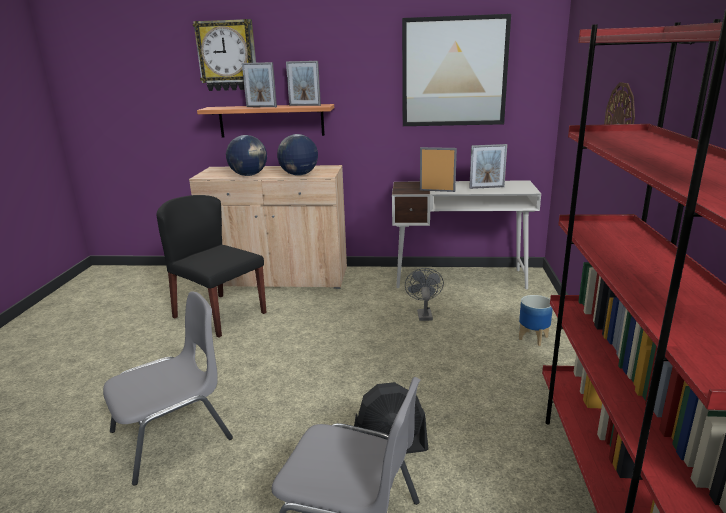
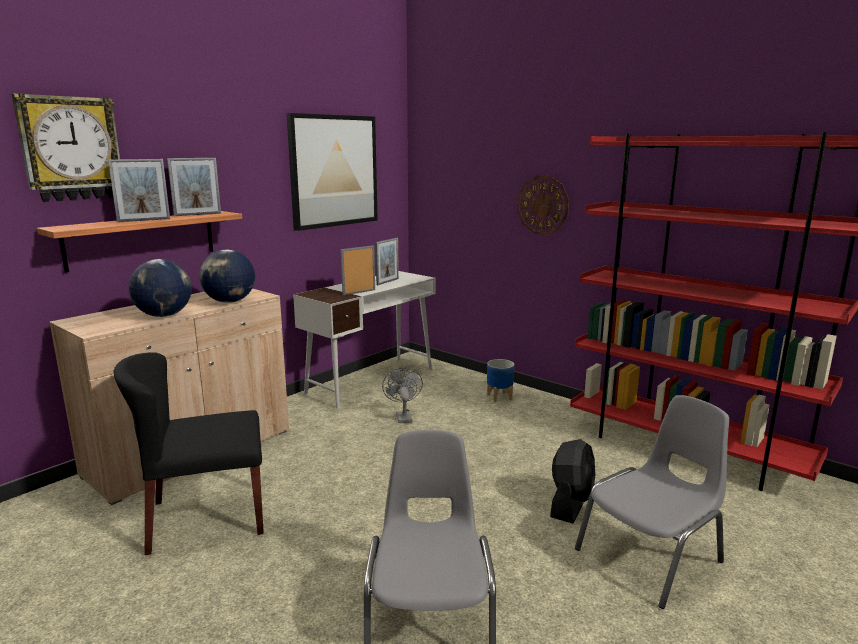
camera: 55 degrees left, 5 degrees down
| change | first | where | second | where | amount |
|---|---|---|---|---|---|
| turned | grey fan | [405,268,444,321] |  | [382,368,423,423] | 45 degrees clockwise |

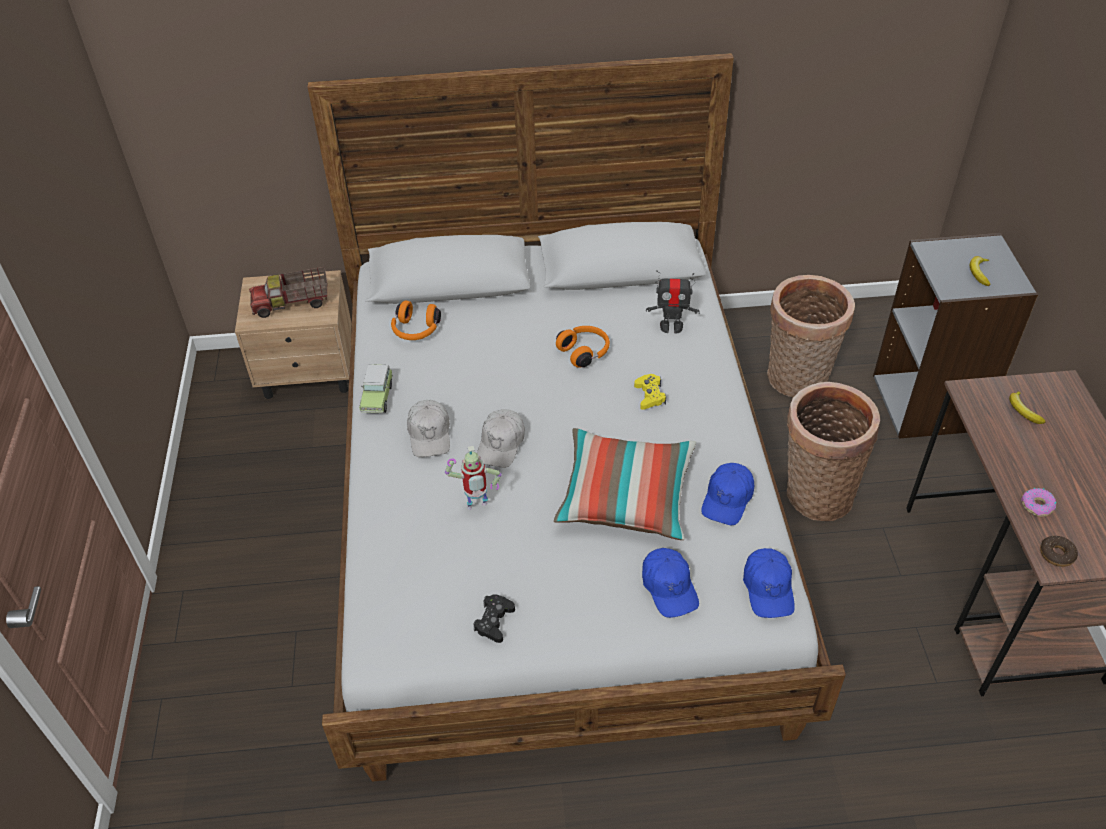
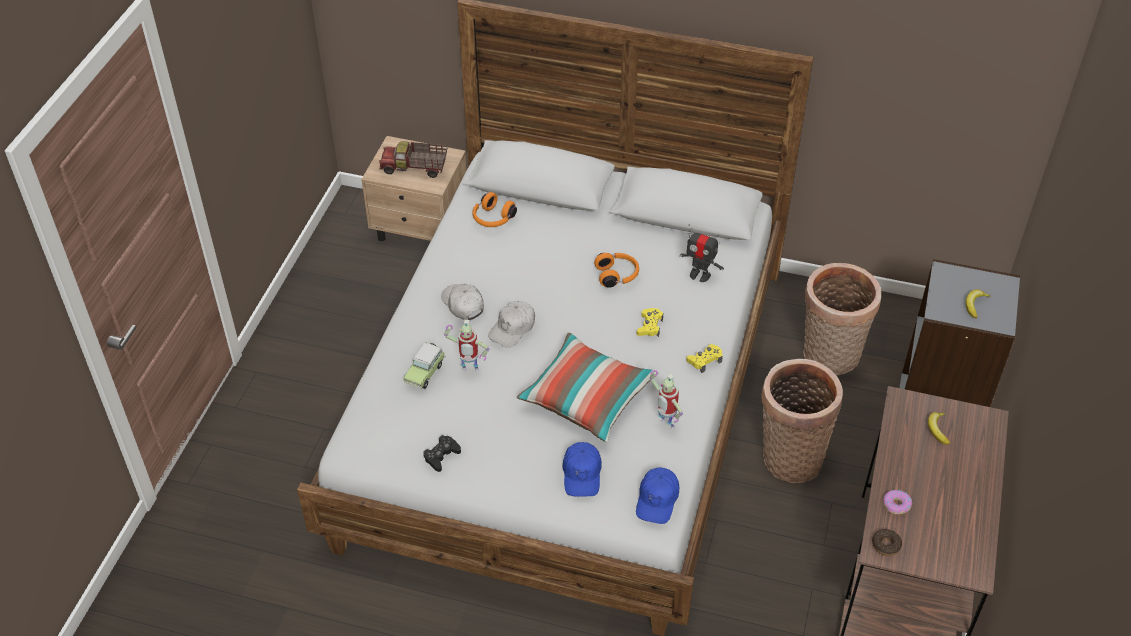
camera: 20 degrees right, 0 degrees up
| change | first | where | second | where | amount |
|---|---|---|---|---|---|
| moved | toy car | [359,364,393,413] |  | [403,342,445,389] |  |
| turned | white cap | [407,400,450,457] |  | [441,284,484,320] | 135 degrees clockwise |
| replaced | blue cap | [701,463,754,525] | toy robot | [650,370,683,430] |  |
| added |  |  | yellow game controller | [686,344,723,373] |  |

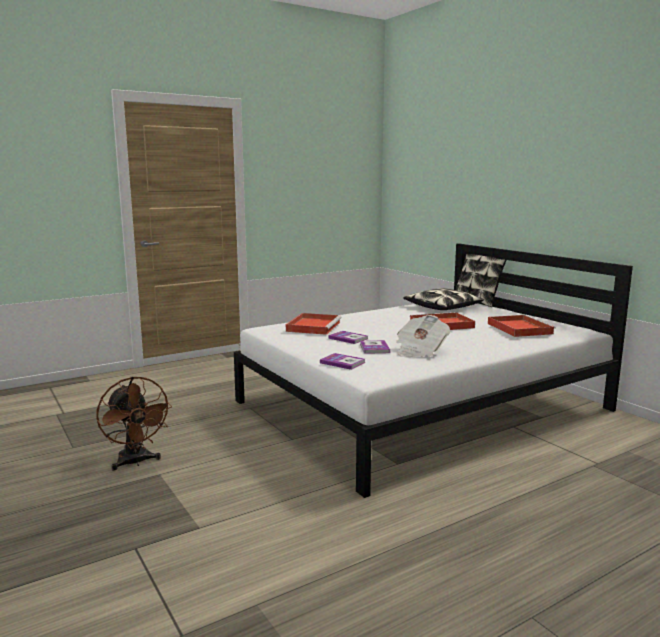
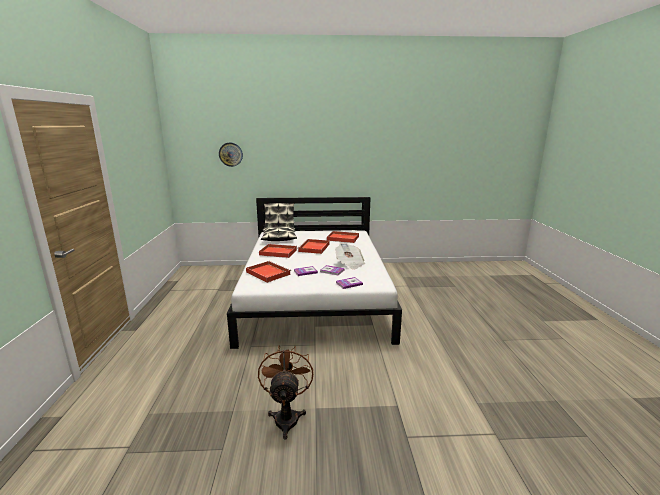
camera: 60 degrees left, 5 degrees up
| change | first | where | second | where | amount |
|---|---|---|---|---|---|
| turned | brown fan | [96,376,172,471] |  | [258,345,313,440] | 90 degrees counterclockwise |
| added |  |  | wall clock | [219,143,243,167] |  |
| added |  |  | red tray | [259,244,297,258] |  |

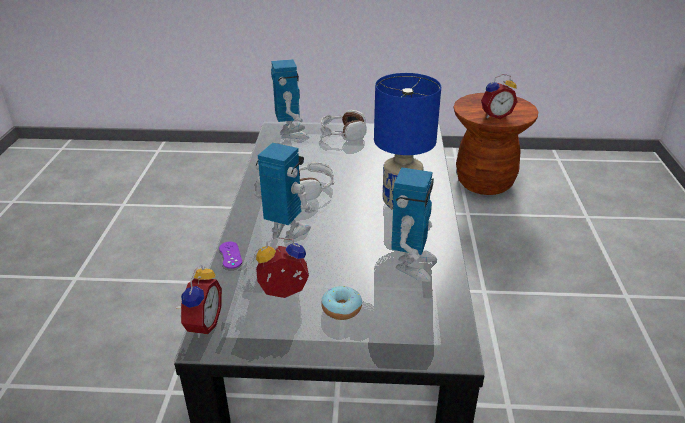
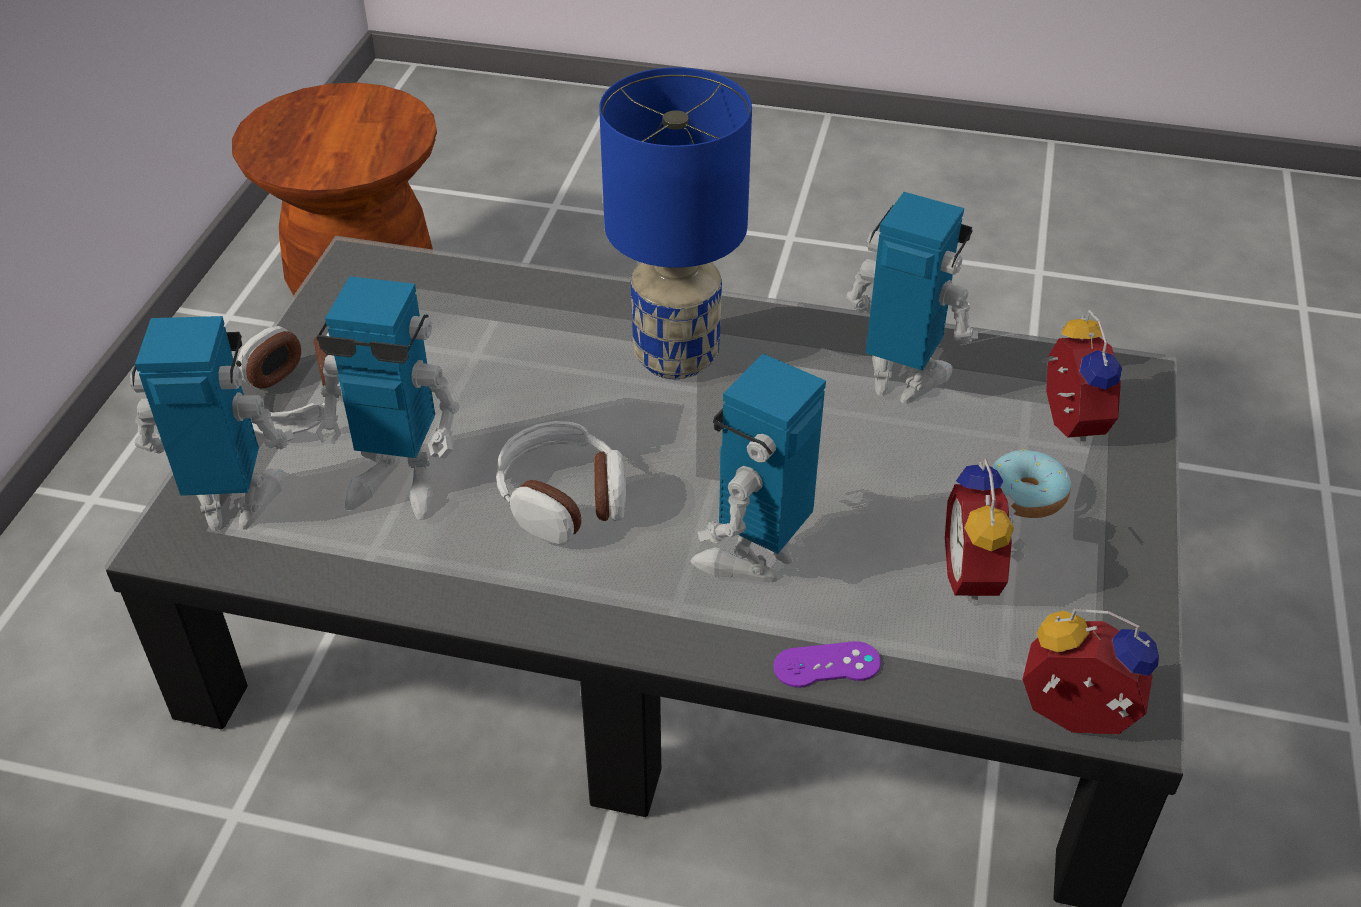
camera: 80 degrees left, 10 degrees up
| change | first | where | second | where | amount |
|---|---|---|---|---|---|
| moved | alarm clock | [481,74,517,119] |  | [1040,310,1122,446] |  |
| added |  |  | toy robot | [316,276,459,520] |  |

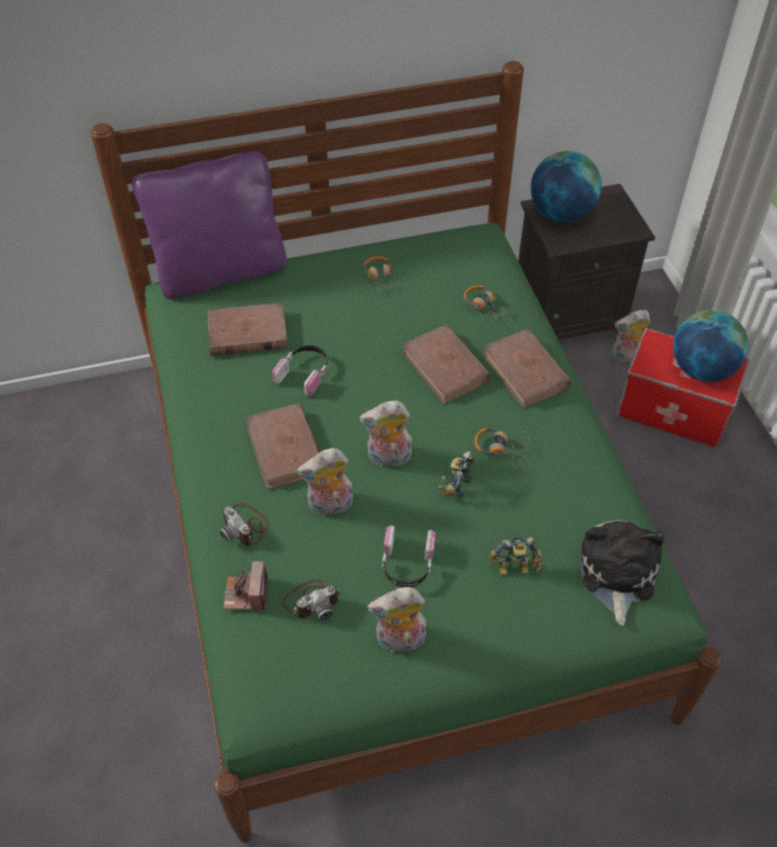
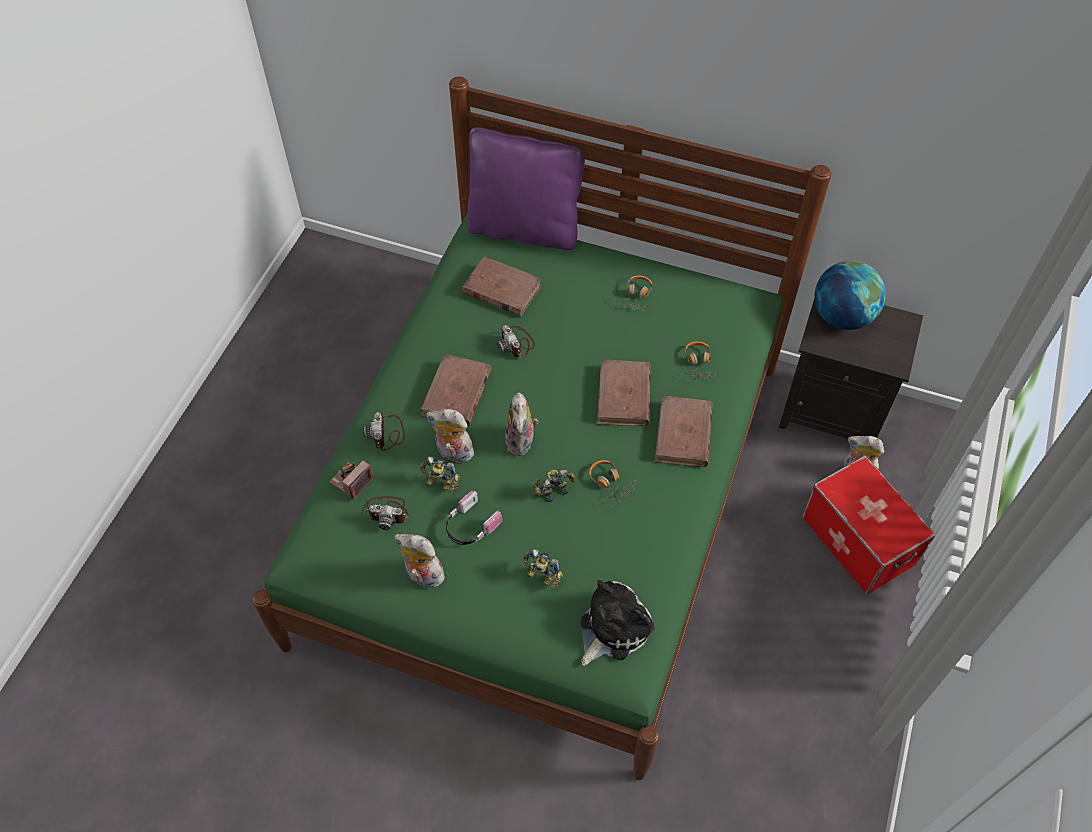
camera: 35 degrees right, 5 degrees up
| change | first | where | second | where | amount |
|---|---|---|---|---|---|
| removed | globe | [673,310,748,382] |  |  |  |
| replaced | headphones | [272,345,329,396] | photo camera | [497,325,535,358] |  |
| turned | plush toy | [359,401,412,467] |  | [505,393,539,456] | 120 degrees counterclockwise |
| added |  |  | toy robot | [420,457,460,491] |  |

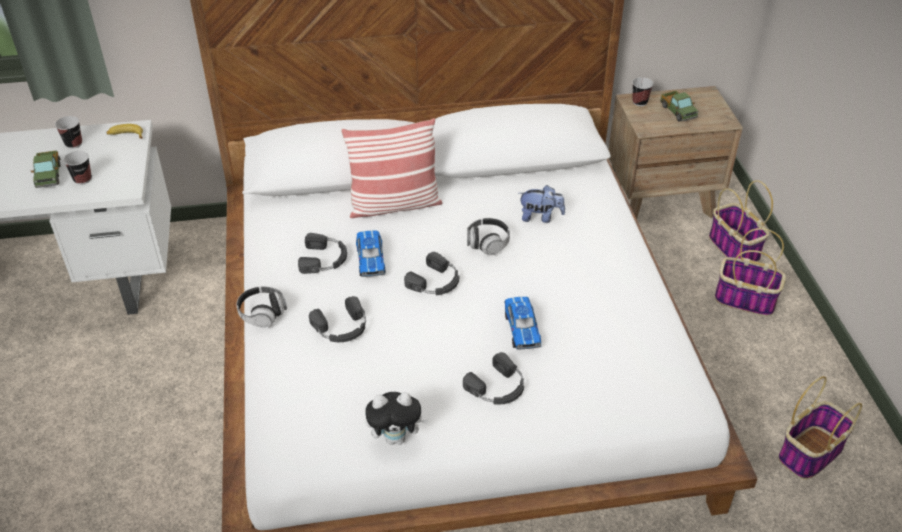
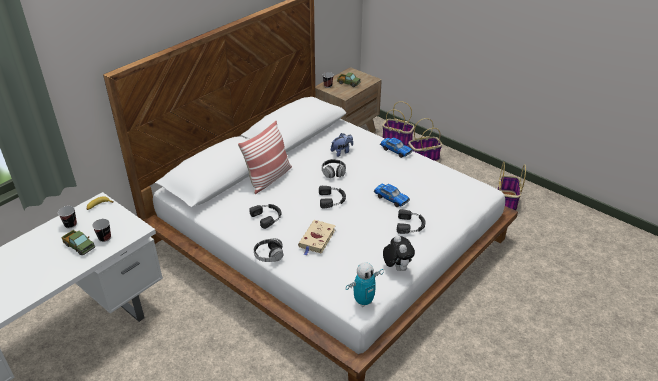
camera: 40 degrees left, 5 degrees down
| change | first | where | second | where | amount |
|---|---|---|---|---|---|
| moved | toy car | [356,231,386,277] |  | [380,137,413,158] |  |
| replaced | black headphones | [309,296,366,342] | beige book | [298,220,336,256] |  |
| turned | plush toy | [365,392,429,445] |  | [383,235,415,271] | 60 degrees counterclockwise |
| added |  |  | toy robot | [346,263,384,307] |  |

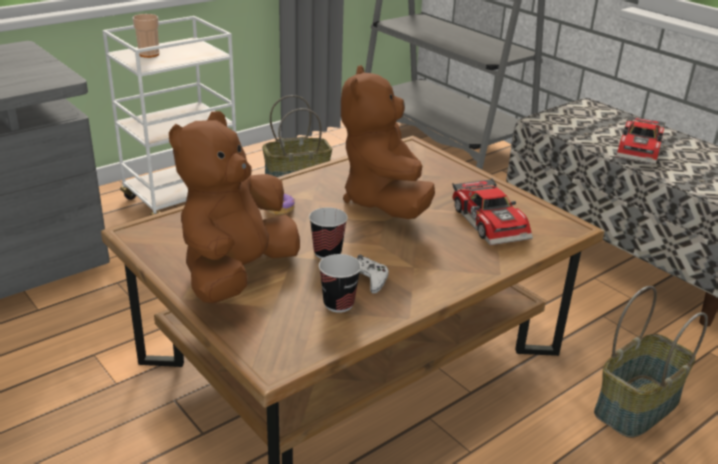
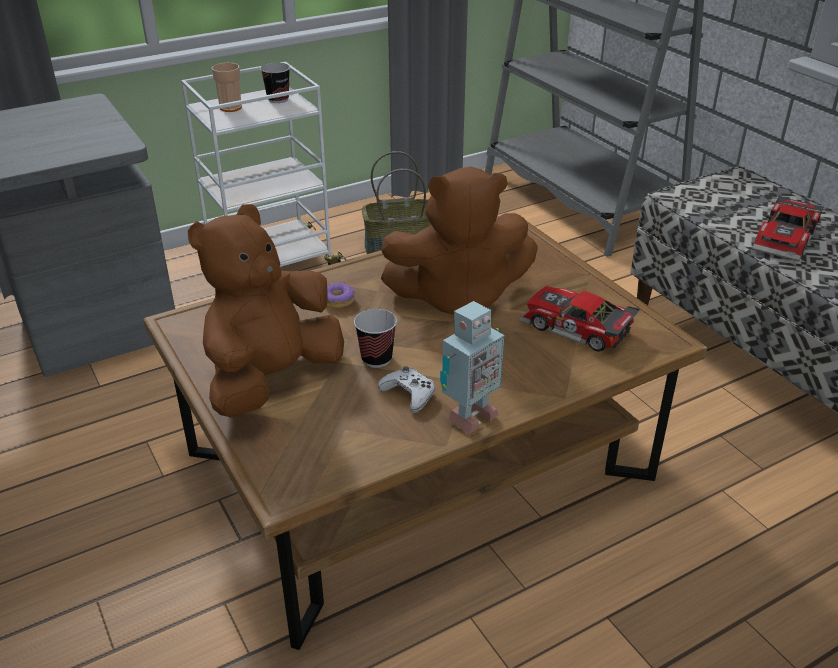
camera: 10 degrees right, 5 degrees up
| change | first | where | second | where | amount |
|---|---|---|---|---|---|
| turned | brown plush toy | [341,65,435,219] |  | [381,166,538,314] | 105 degrees counterclockwise |
| turned | toy car | [452,178,533,245] |  | [519,287,640,352] | 135 degrees clockwise |
| moved | cup | [319,254,361,313] |  | [260,63,290,103] |  |
| removed | basket | [594,286,708,438] |  |  |  |
| added |  |  | toy robot | [440,301,504,434] |  |

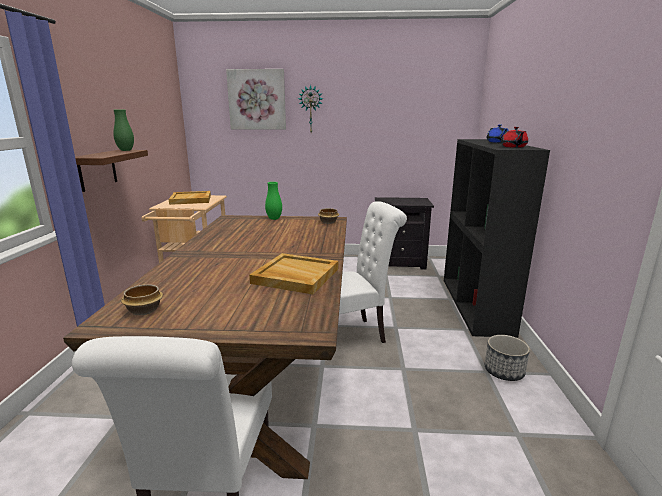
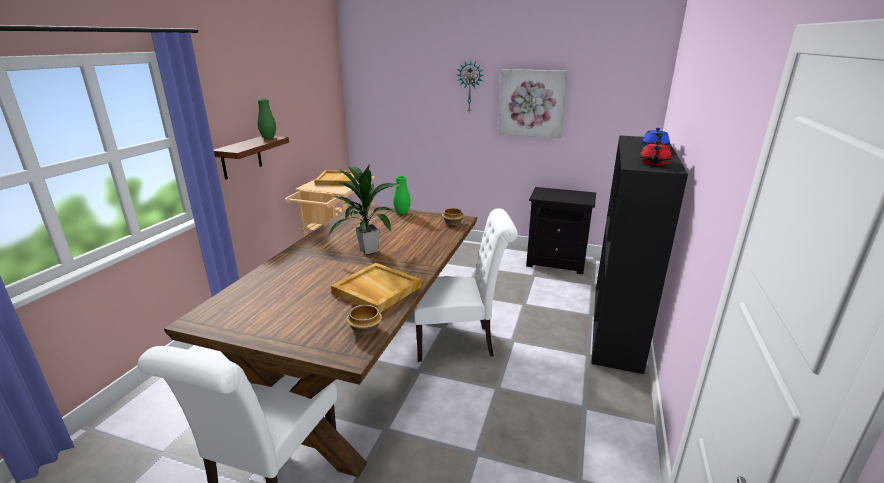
camera: 15 degrees right, 5 degrees up
| change | first | where | second | where | amount |
|---|---|---|---|---|---|
| moved | picture | [226,69,286,130] |  | [498,69,568,138] |  |
| moved | bowl | [121,284,163,315] |  | [346,305,382,335] |  |
| removed | planter | [485,335,530,381] |  |  |  |
| added |  |  | potted plant | [328,165,402,255] |  |

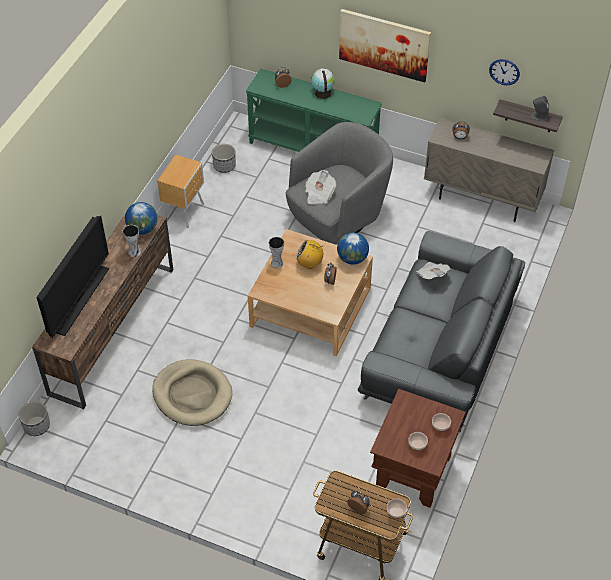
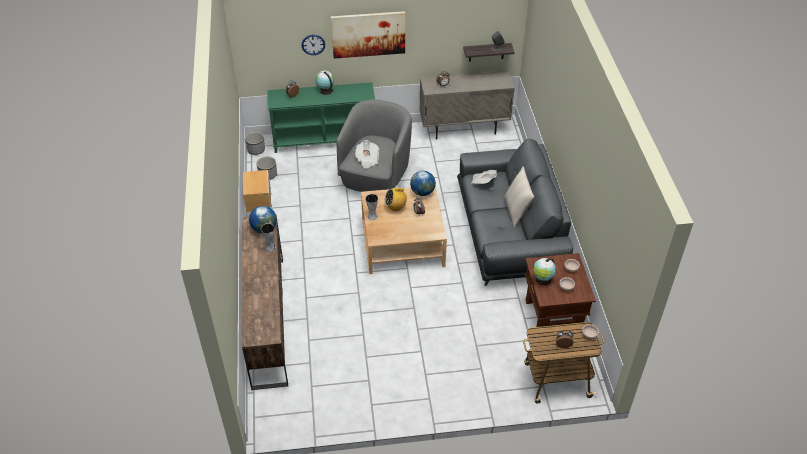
camera: 30 degrees left, 5 degrees down
| change | first | where | second | where | amount |
|---|---|---|---|---|---|
| moved | wall clock | [489,59,520,85] |  | [301,35,325,55] |  |
| removed | television | [36,216,109,338] |  |  |  |
| removed | beige dog bed | [152,359,232,426] |  |  |  |
| moved | planter | [18,401,50,436] |  | [245,132,265,155] |  |
| added |  |  | beige pillow | [504,167,534,228] |  |
| added |  |  | globe | [533,258,556,285] |  |

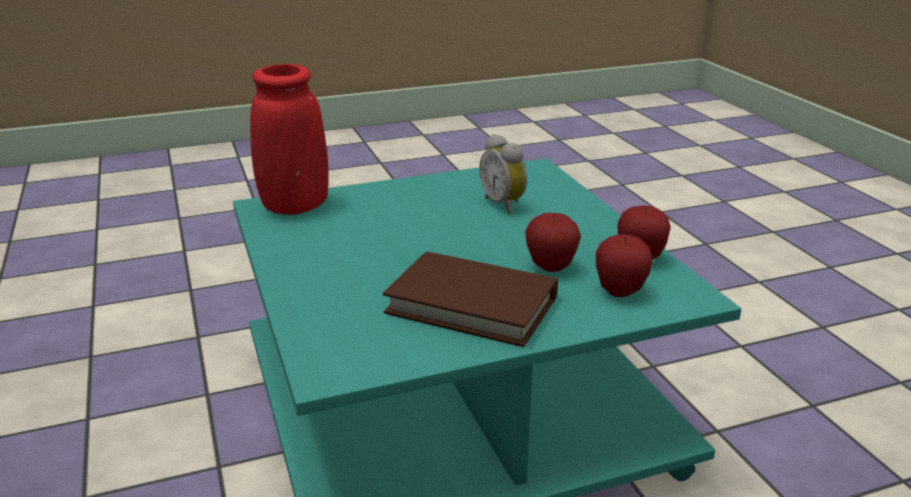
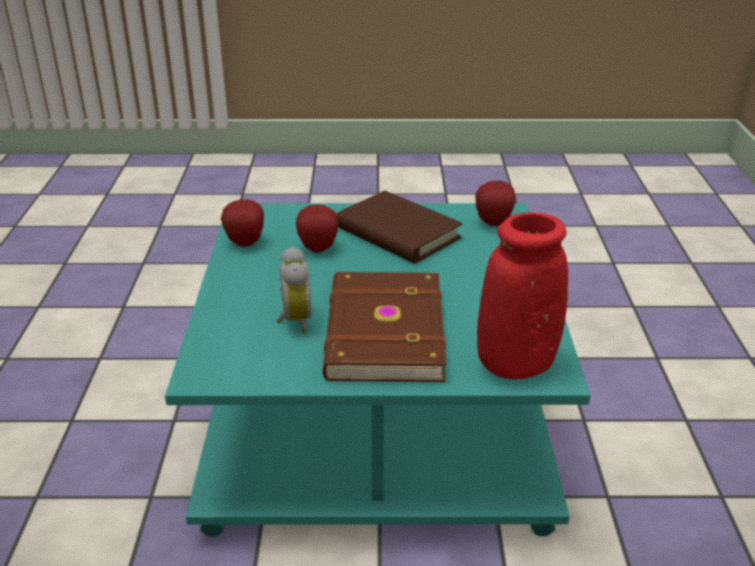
camera: 160 degrees left, 5 degrees up
| change | first | where | second | where | amount |
|---|---|---|---|---|---|
| moved | apple | [596,234,653,297] |  | [475,181,516,226] |  |
| added |  |  | brown book | [323,272,446,382] |  |

